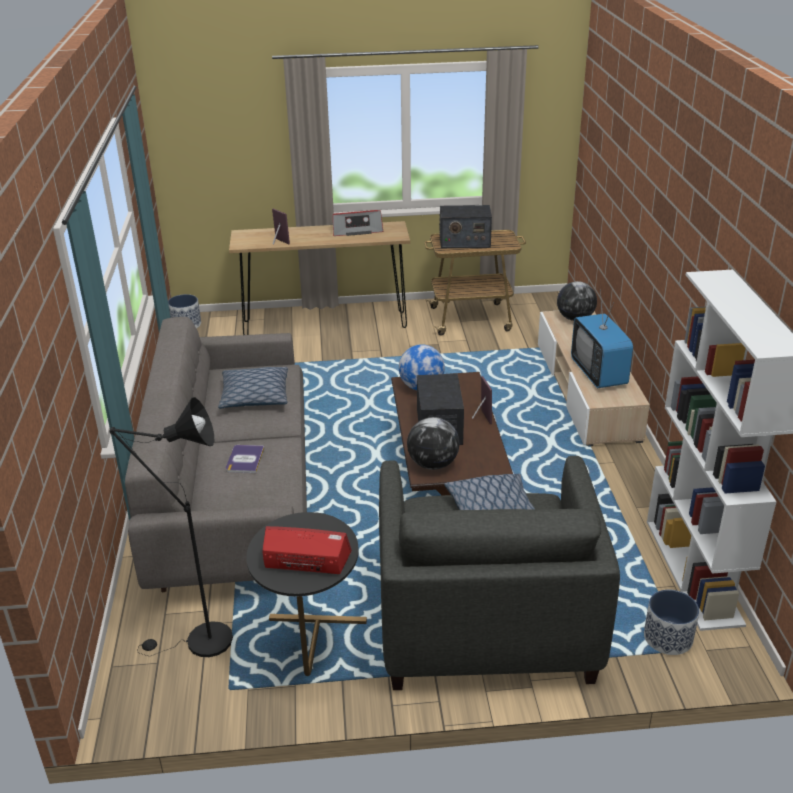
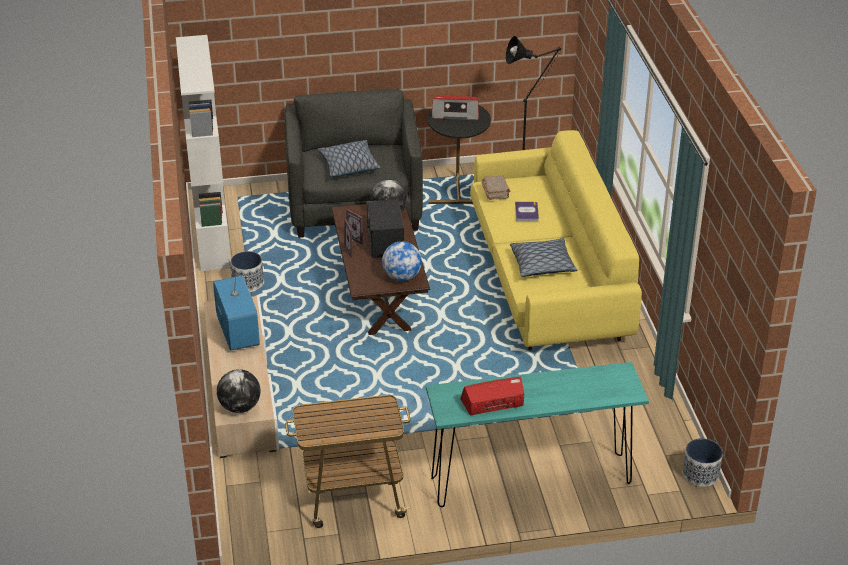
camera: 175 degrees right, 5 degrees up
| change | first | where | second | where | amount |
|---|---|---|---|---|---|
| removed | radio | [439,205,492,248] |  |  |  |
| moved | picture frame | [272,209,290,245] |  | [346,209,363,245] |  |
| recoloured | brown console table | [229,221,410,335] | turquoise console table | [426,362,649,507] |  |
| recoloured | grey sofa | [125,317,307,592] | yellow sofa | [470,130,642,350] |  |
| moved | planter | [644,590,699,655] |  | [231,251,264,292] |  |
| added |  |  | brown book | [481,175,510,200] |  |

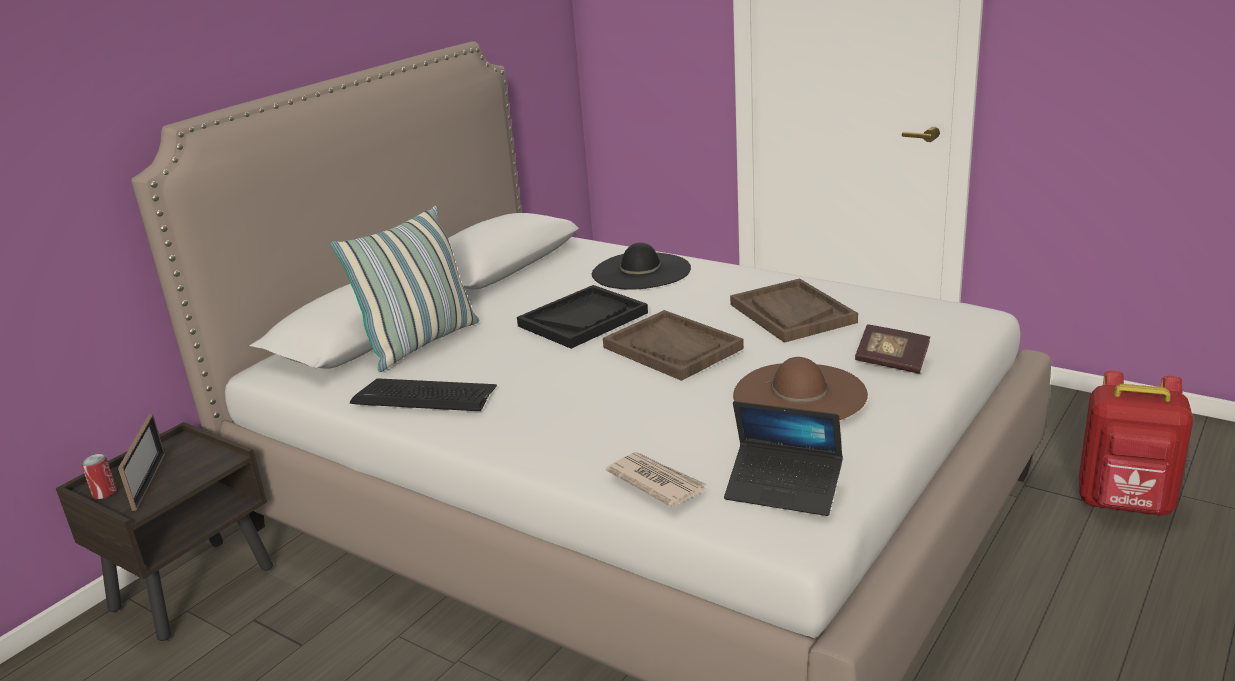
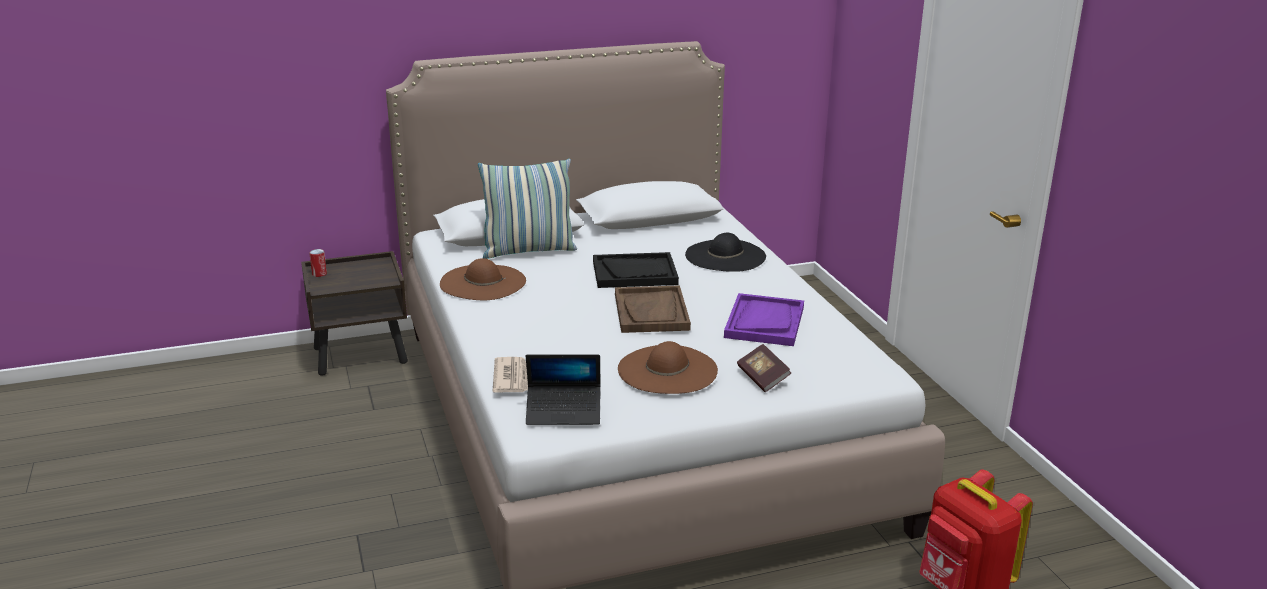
camera: 35 degrees right, 0 degrees up
| change | first | where | second | where | amount |
|---|---|---|---|---|---|
| recoloured | brown tray | [730,278,858,343] | purple tray | [724,293,804,346] |  |
| replaced | keyboard | [350,378,497,411] | brown hat | [440,258,526,300] |  |
| turned | laptop | [724,401,843,516] |  | [526,355,601,425] | 60 degrees counterclockwise |
| removed | picture frame | [118,414,165,511] |  |  |  |

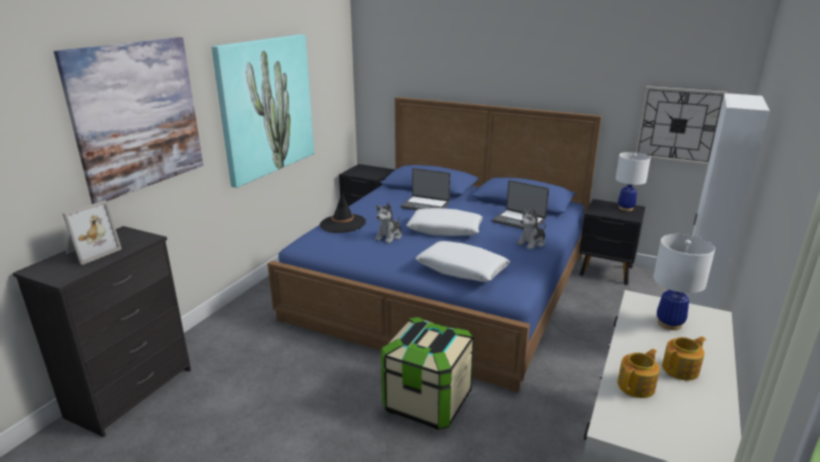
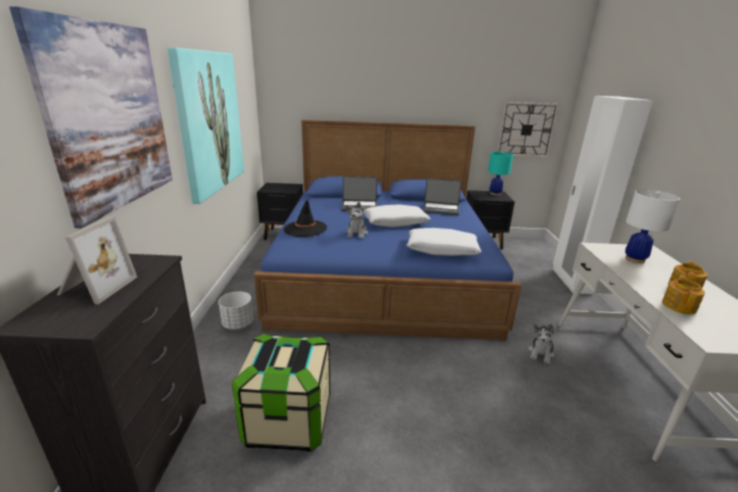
camera: 25 degrees left, 0 degrees up
| change | first | where | second | where | amount |
|---|---|---|---|---|---|
| recoloured | white table lamp | [615,152,651,211] | turquoise table lamp | [488,152,513,196] |  |
| moved | plush toy | [517,208,546,249] |  | [528,324,554,364] |  |
| moved | storage box | [381,317,474,430] |  | [232,334,330,452] |  |
| added |  |  | white planter | [218,291,253,329] |  |

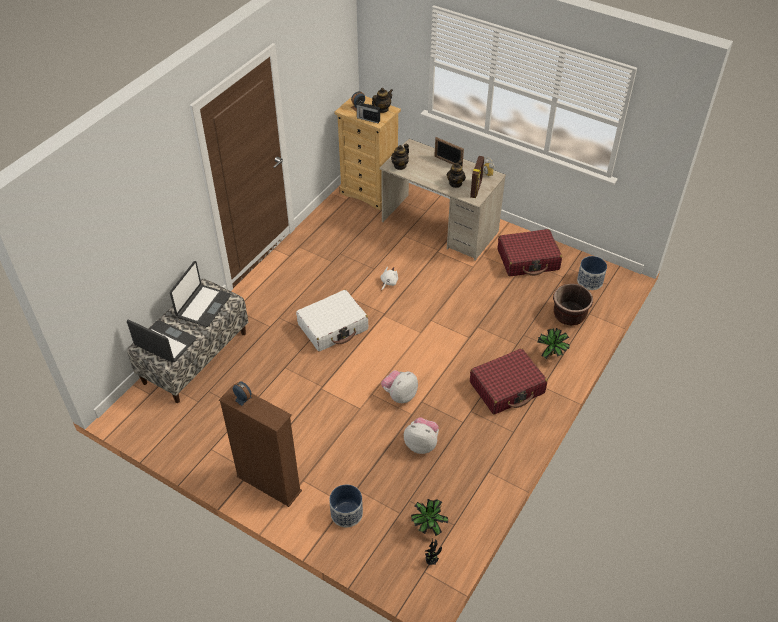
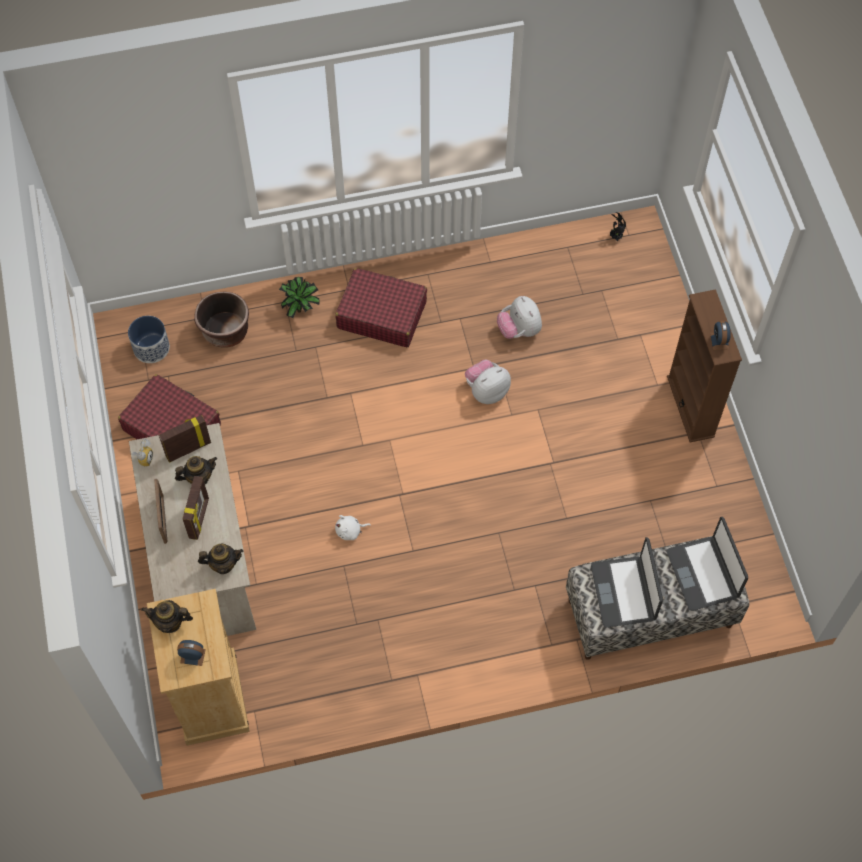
camera: 135 degrees left, 15 degrees up
| change | first | where | second | where | amount |
|---|---|---|---|---|---|
| removed | radio | [356,102,380,123] |  |  |  |
| turned | laptop | [170,261,231,327] |  | [591,537,663,627] | 75 degrees counterclockwise |
| removed | white suitcase | [296,290,368,351] |  |  |  |
| turned | plush toy | [381,370,418,403] |  | [465,360,511,404] | 150 degrees clockwise |
| removed | planter | [329,485,363,527] |  |  |  |
| removed | potted plant | [411,499,448,536] |  |  |  |
| added |  |  | picture frame | [183,476,209,540] |  |

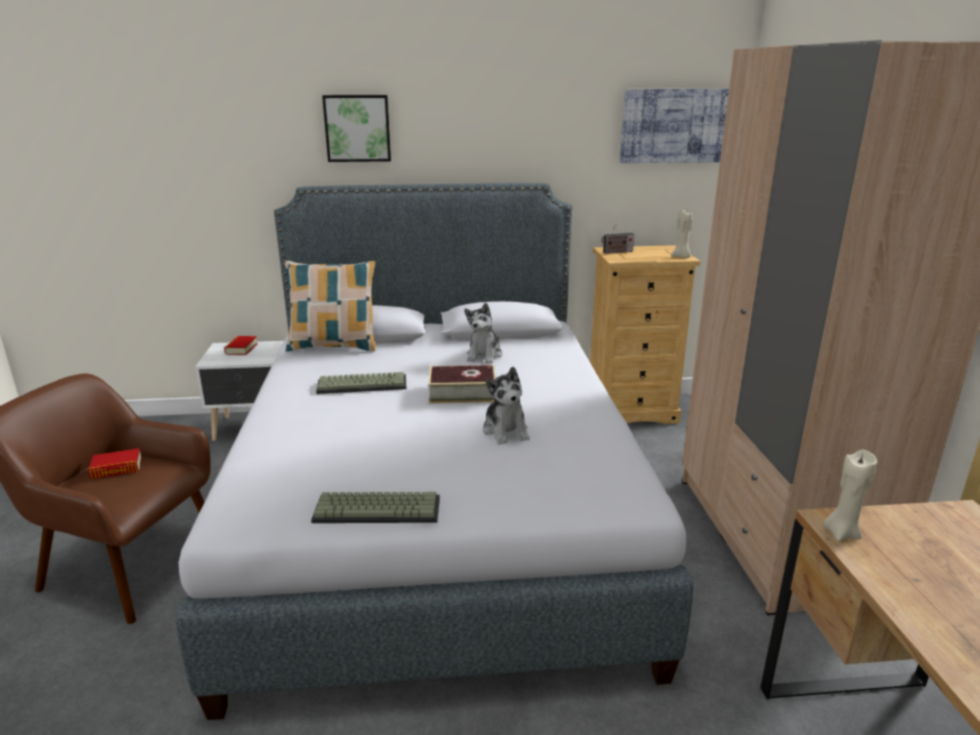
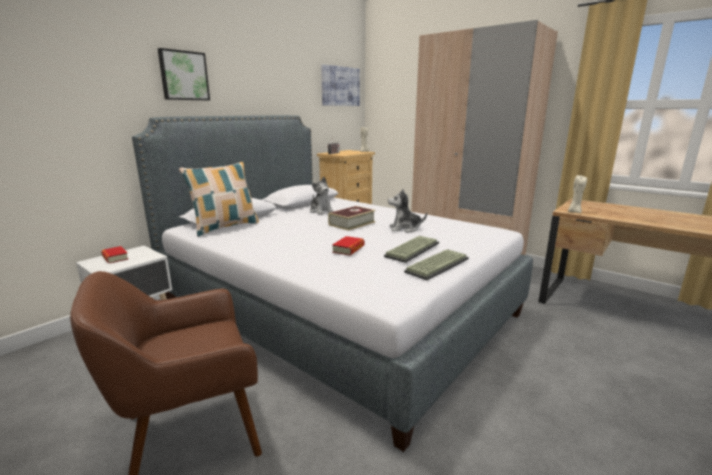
camera: 45 degrees left, 5 degrees down
| change | first | where | second | where | amount |
|---|---|---|---|---|---|
| turned | plush toy | [483,367,530,445] |  | [388,189,427,232] | 150 degrees clockwise |
| moved | keyboard | [316,372,407,394] |  | [384,236,439,263] |  |
| moved | book | [89,448,142,479] |  | [332,236,364,256] |  |

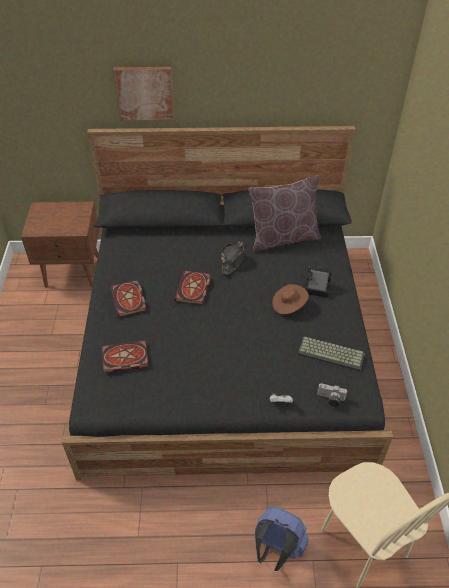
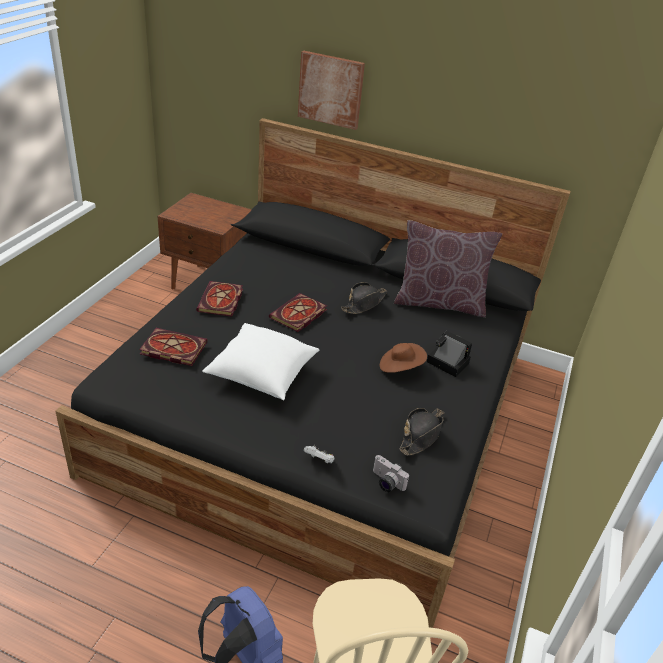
camera: 20 degrees right, 10 degrees down
| change | first | where | second | where | amount |
|---|---|---|---|---|---|
| replaced | keyboard | [298,337,365,371] | black hat | [400,408,445,455] |  |
| added |  |  | white pillow | [202,323,320,401] |  |

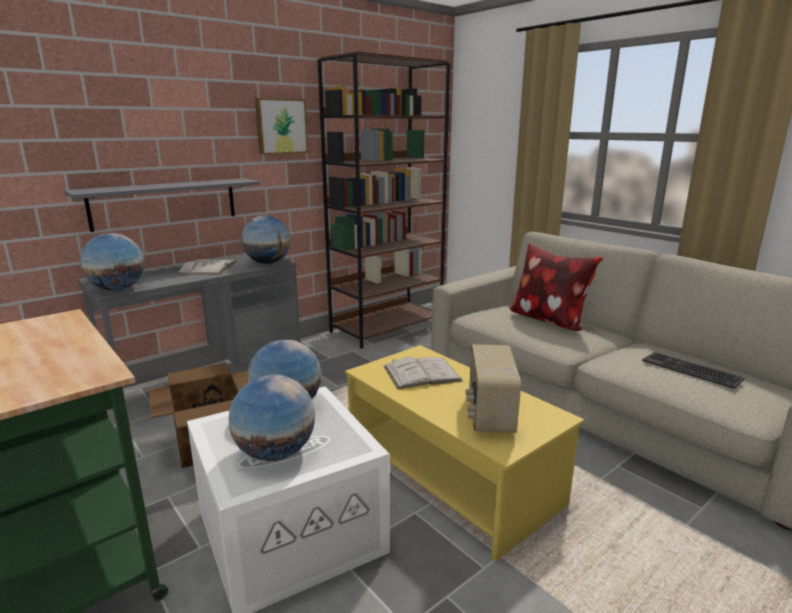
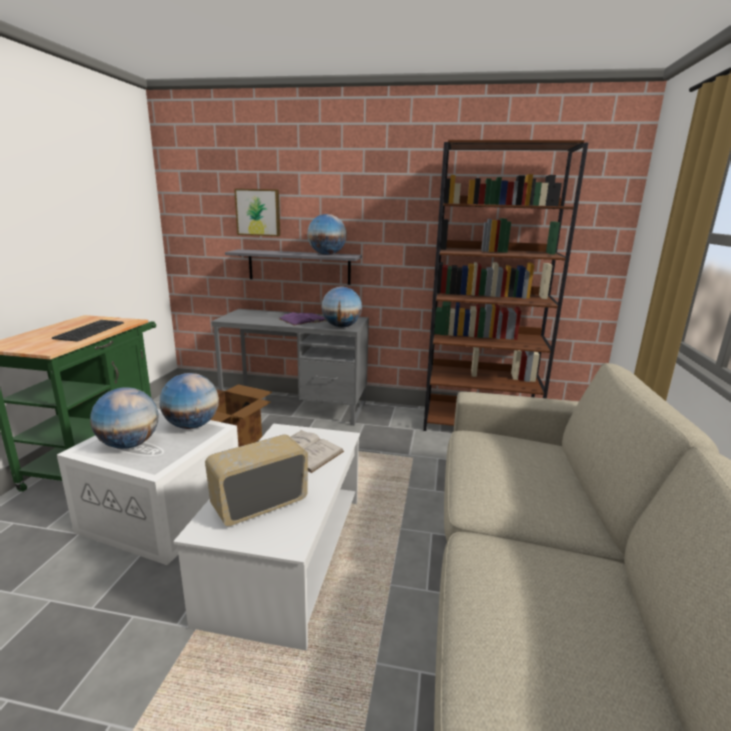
camera: 50 degrees right, 0 degrees up
| change | first | where | second | where | amount |
|---|---|---|---|---|---|
| moved | picture | [255,98,308,154] |  | [234,189,280,236] |  |
| moved | globe | [80,233,145,291] |  | [307,214,347,255] |  |
| removed | pillow | [509,243,603,331] |  |  |  |
| recoloured | white book | [178,259,237,275] | purple book | [279,312,327,326] |  |
| recoloured | yellow coffee table | [345,345,584,562] | white coffee table | [173,424,360,651] |  |
| moved | keyboard | [642,352,745,389] |  | [52,320,124,342] |  |

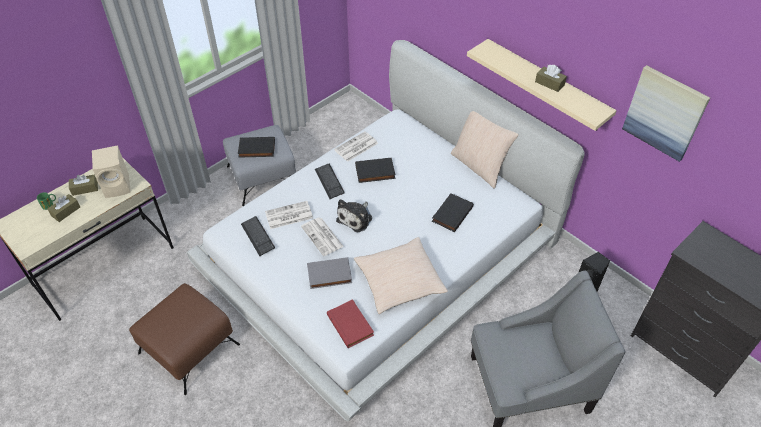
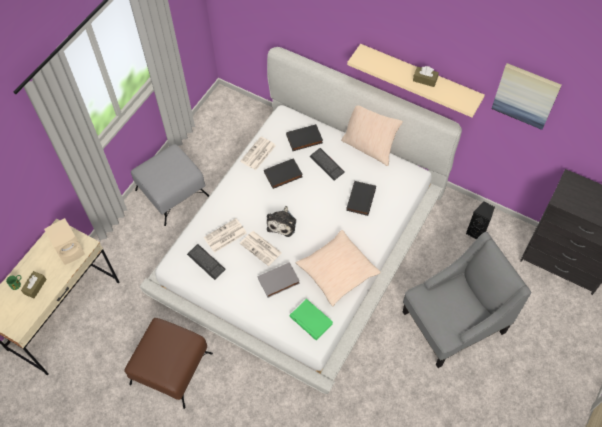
camera: 15 degrees left, 10 degrees up
| change | first | where | second | where | amount |
|---|---|---|---|---|---|
| moved | black book | [238,137,275,158] |  | [286,124,323,151] |  |
| moved | keyboard | [315,164,345,199] |  | [310,148,345,181] |  |
| removed | brown tissue box | [69,175,98,196] |  |  |  |
| recoloured | red book | [327,299,374,348] | green book | [290,299,333,341] |  |

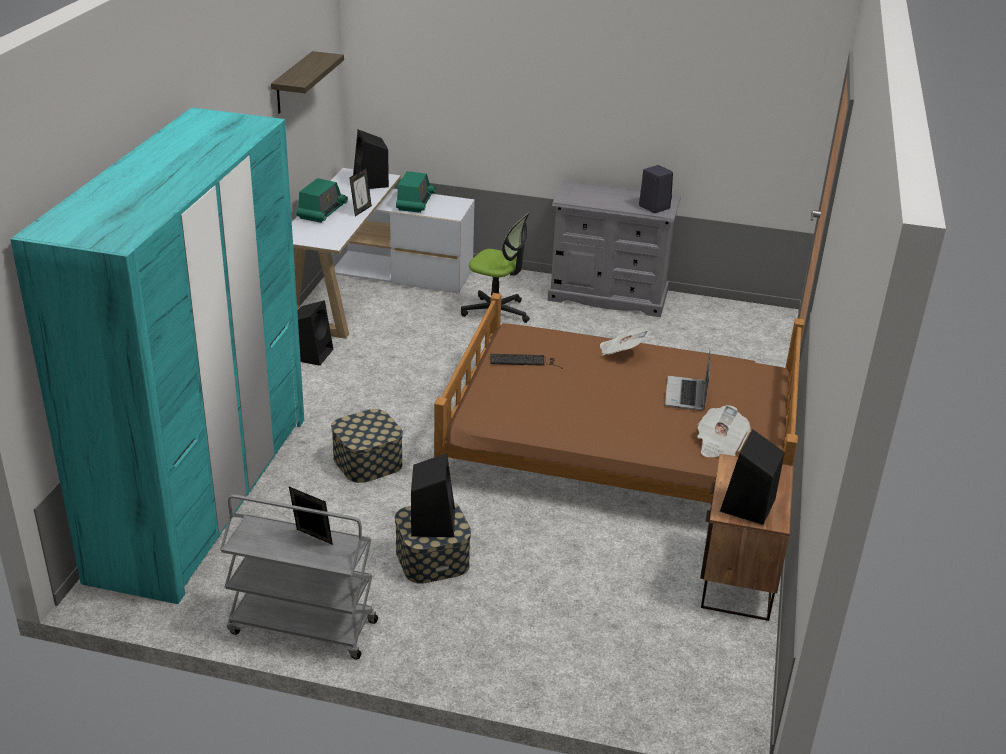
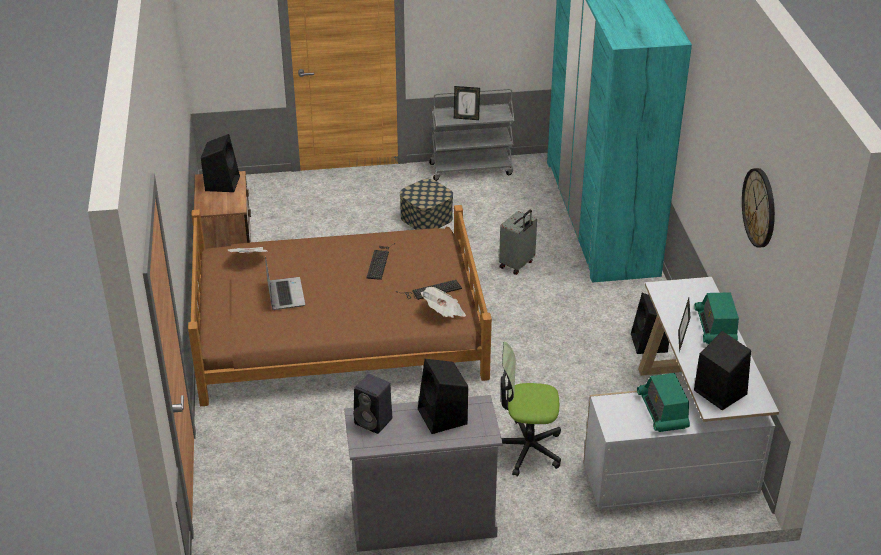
camera: 160 degrees right, 5 degrees up
| change | first | where | second | where | amount |
|---|---|---|---|---|---|
| replaced | shelf | [271,51,344,114] | wall clock | [742,168,775,248] |  |
| moved | newspaper | [600,327,649,356] |  | [421,287,466,318] |  |
| replaced | storage box | [331,409,403,483] | grey suitcase | [499,210,537,275] |  |
| moved | black speaker | [411,453,455,537] |  | [418,359,468,434] |  |
| added |  |  | keyboard | [366,243,396,280] |  |

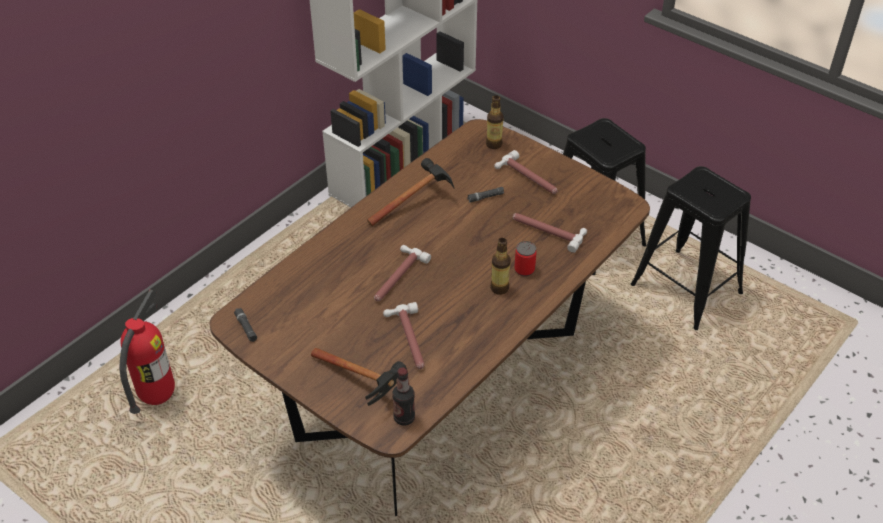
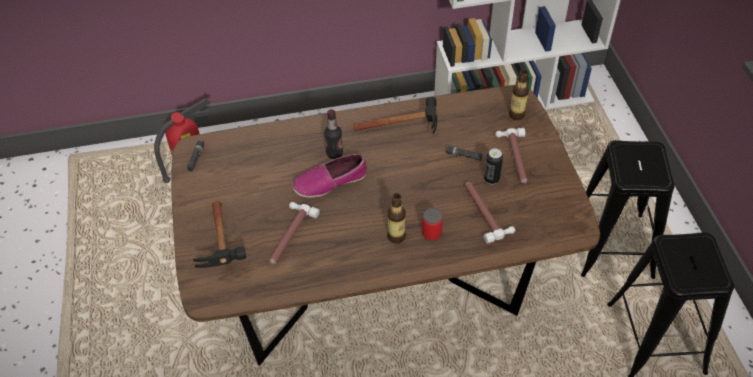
camera: 40 degrees right, 5 degrees up
| change | first | where | second | where | amount |
|---|---|---|---|---|---|
| replaced | hammer | [374,245,431,301] | shoe | [292,154,367,198] |  |
| moved | bottle | [392,367,415,426] |  | [324,109,343,159] |  |
| added |  |  | can | [484,148,503,184] |  |

